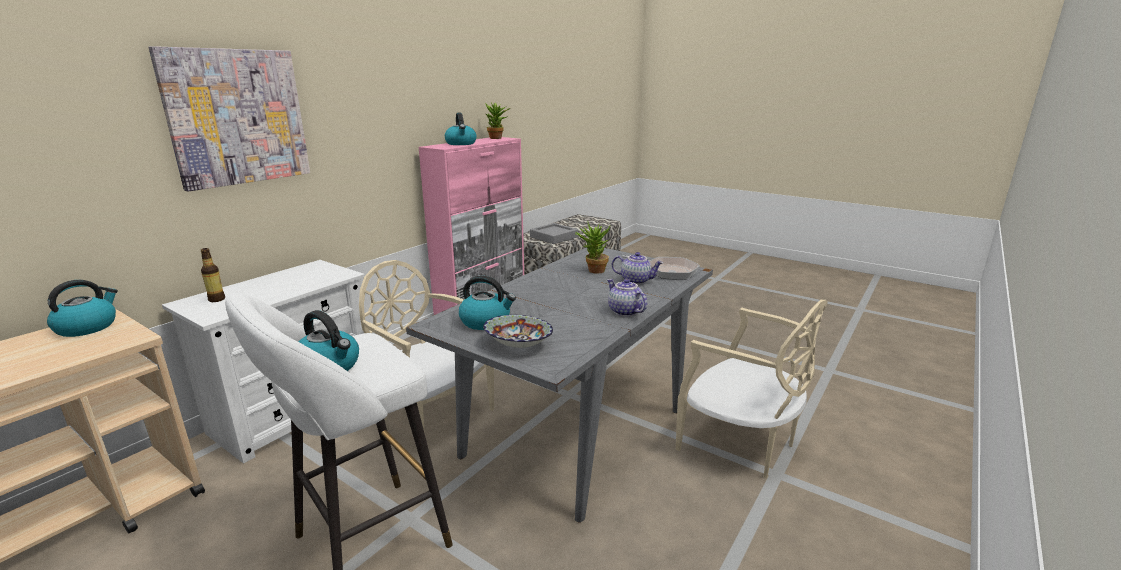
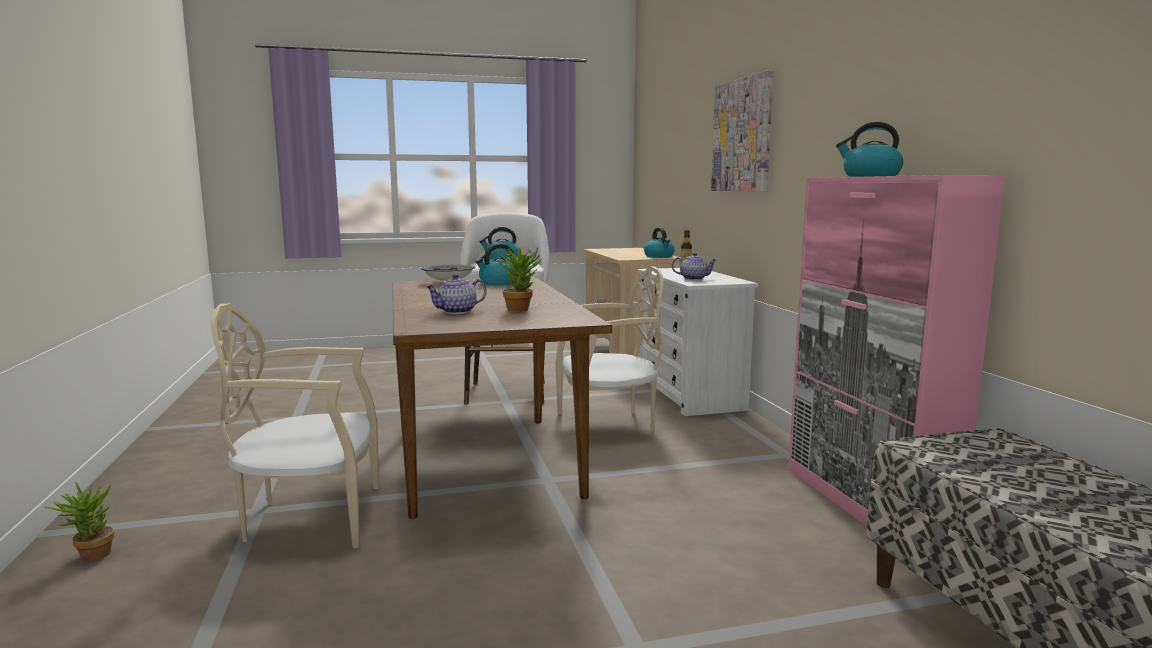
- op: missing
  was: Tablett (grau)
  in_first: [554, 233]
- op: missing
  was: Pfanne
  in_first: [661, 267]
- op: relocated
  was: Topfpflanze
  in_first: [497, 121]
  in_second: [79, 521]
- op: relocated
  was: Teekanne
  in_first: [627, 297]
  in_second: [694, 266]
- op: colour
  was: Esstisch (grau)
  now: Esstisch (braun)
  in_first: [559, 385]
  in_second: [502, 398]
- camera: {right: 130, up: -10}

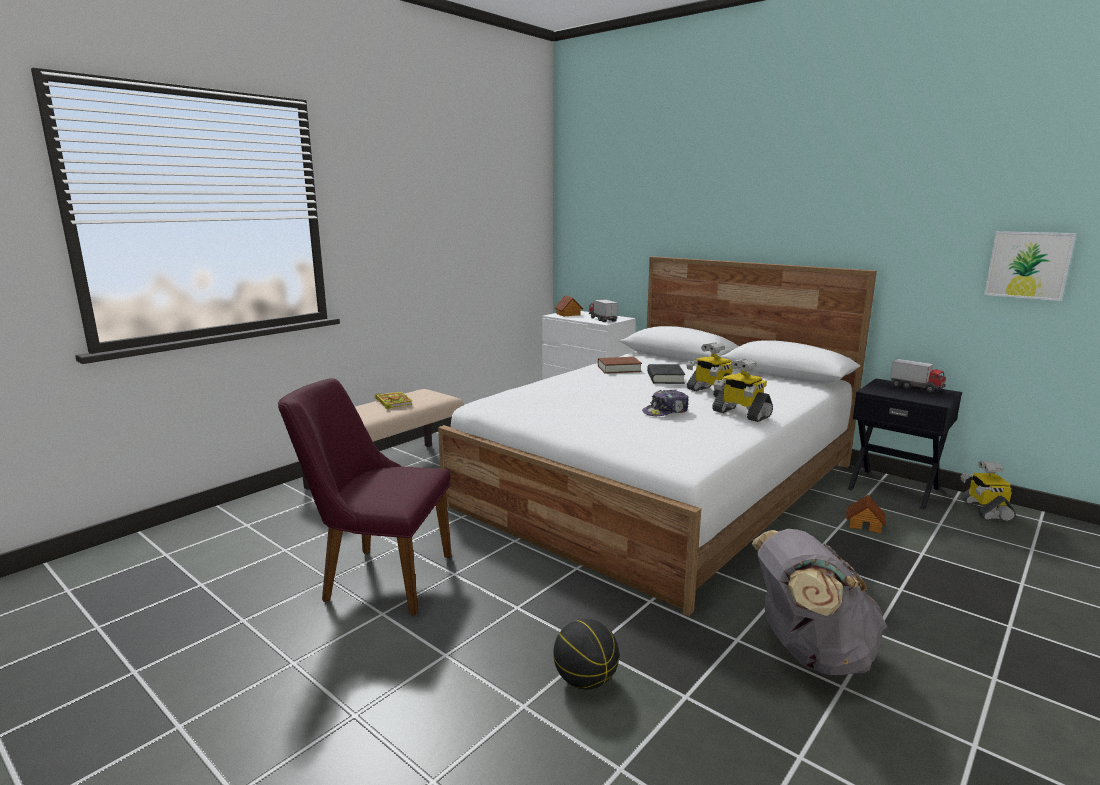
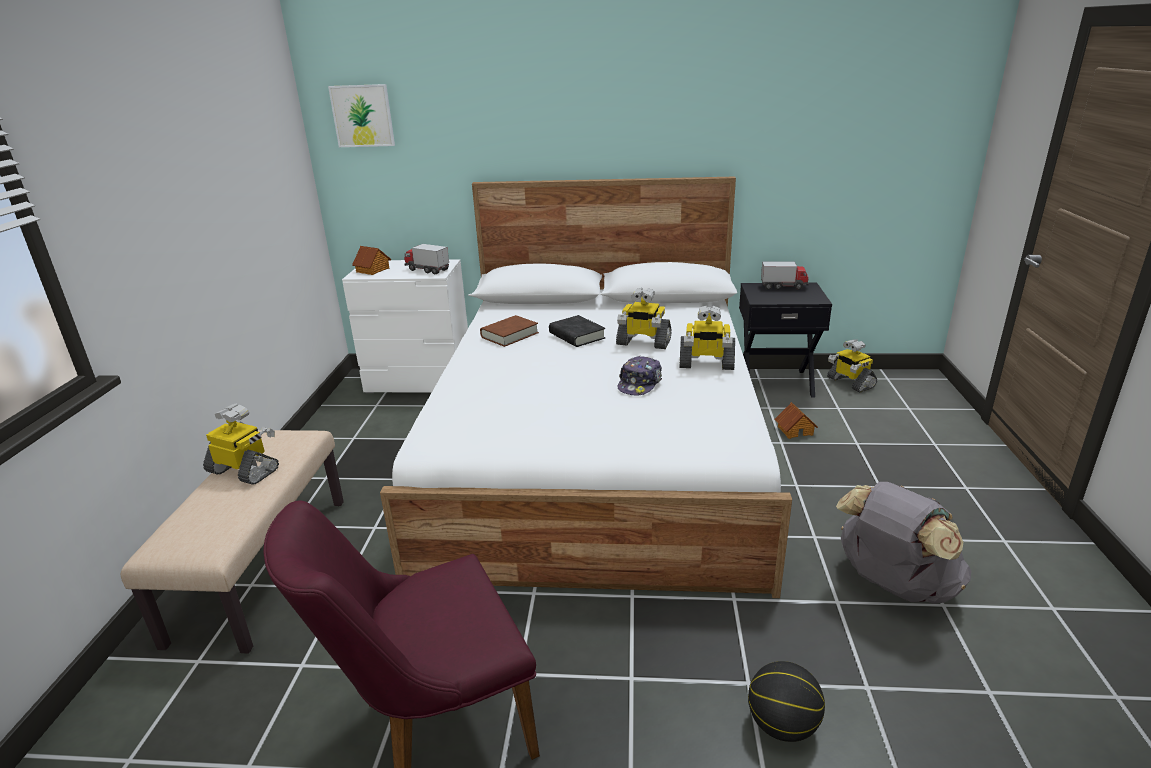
- op: relocated
  was: Bild
  in_first: [1030, 266]
  in_second: [361, 115]
- op: exchanged
  was: Buch
  now: Spielzeugroboter
  in_first: [394, 400]
  in_second: [241, 444]
- camera: {right: -35, up: 10}

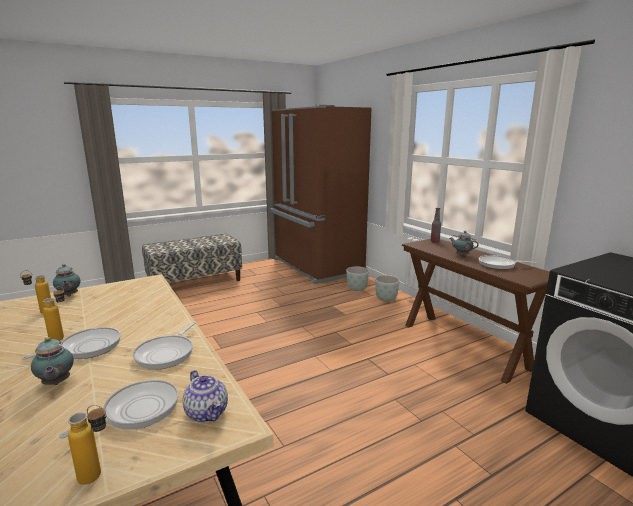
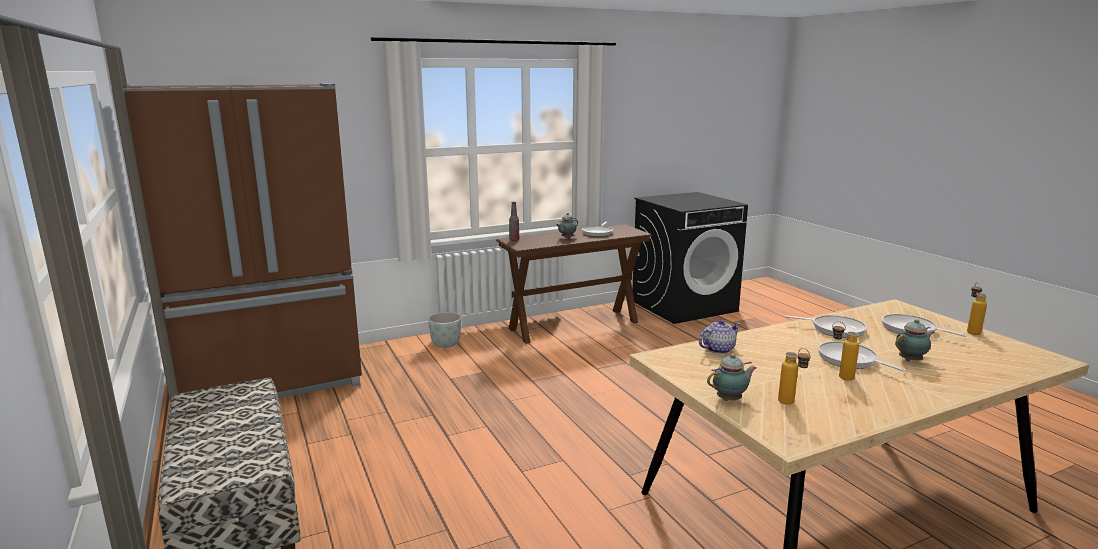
- op: missing
  was: Pflanzkübel (grau)
  in_first: [357, 279]
- op: relocated
  was: Teekanne
  in_first: [205, 396]
  in_second: [720, 337]
- camera: {right: -85, up: 0}

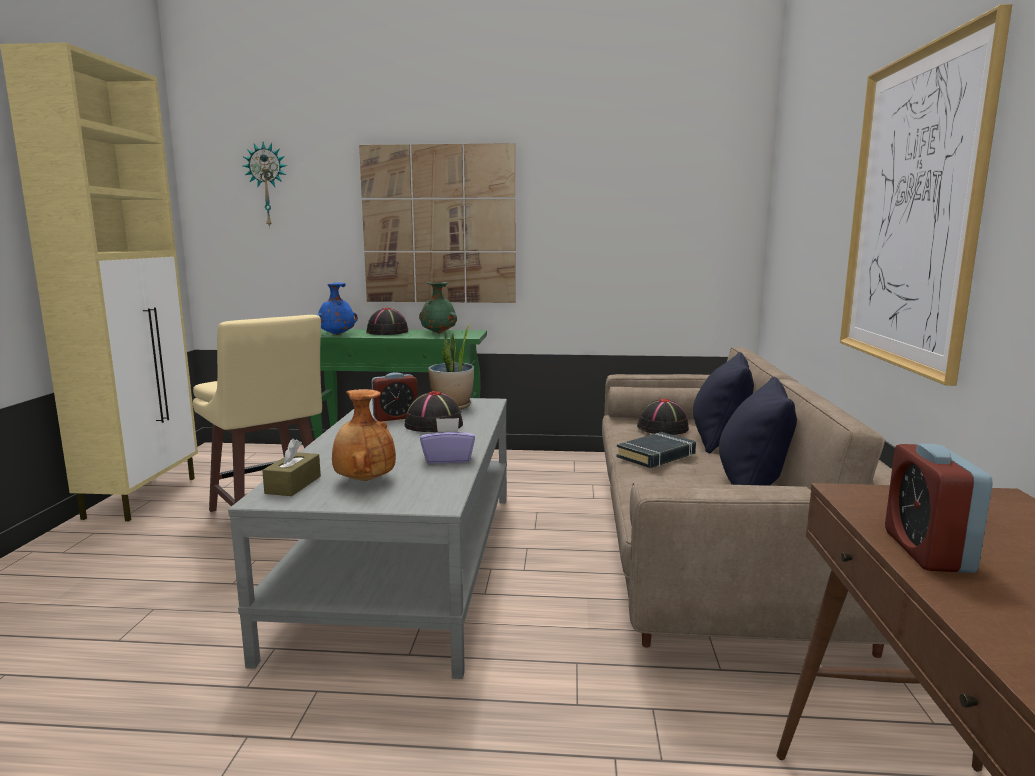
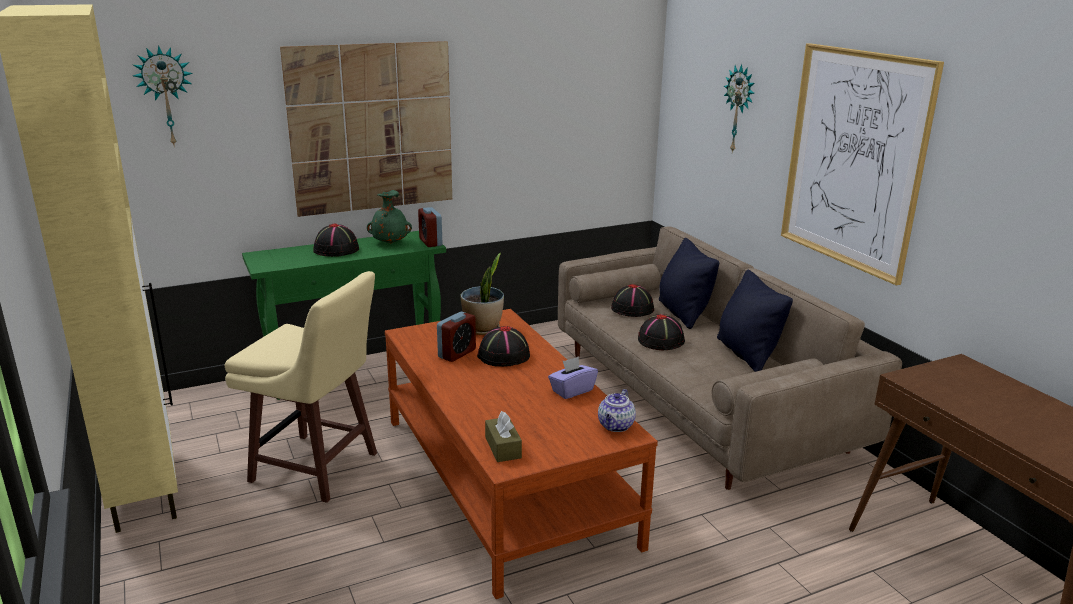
- op: missing
  was: Vase (blau)
  in_first: [338, 308]
- op: missing
  was: Vase (braun)
  in_first: [364, 435]
- op: appeared
  now: Teekanne
  in_second: [617, 410]
- op: appeared
  now: Wanduhr
  in_second: [739, 108]
- op: relocated
  was: Wecker
  in_first: [939, 508]
  in_second: [430, 227]
- op: exchanged
  was: Buch (schwarz)
  now: Hut (schwarz)
  in_first: [656, 450]
  in_second: [661, 332]
- op: colour
  was: Couchtisch (grau)
  now: Couchtisch (braun)
  in_first: [367, 538]
  in_second: [521, 454]
- camera: {right: -30, up: 10}

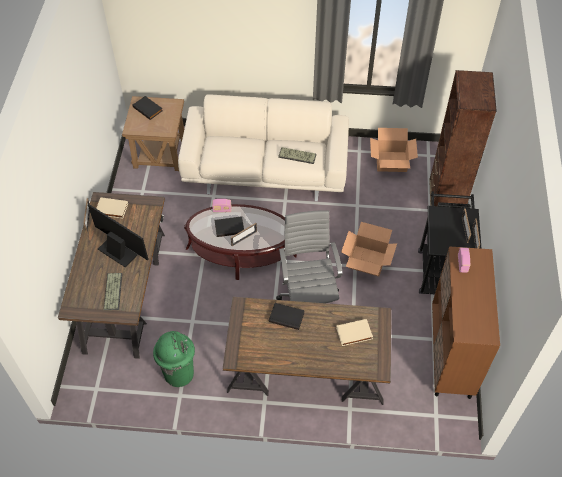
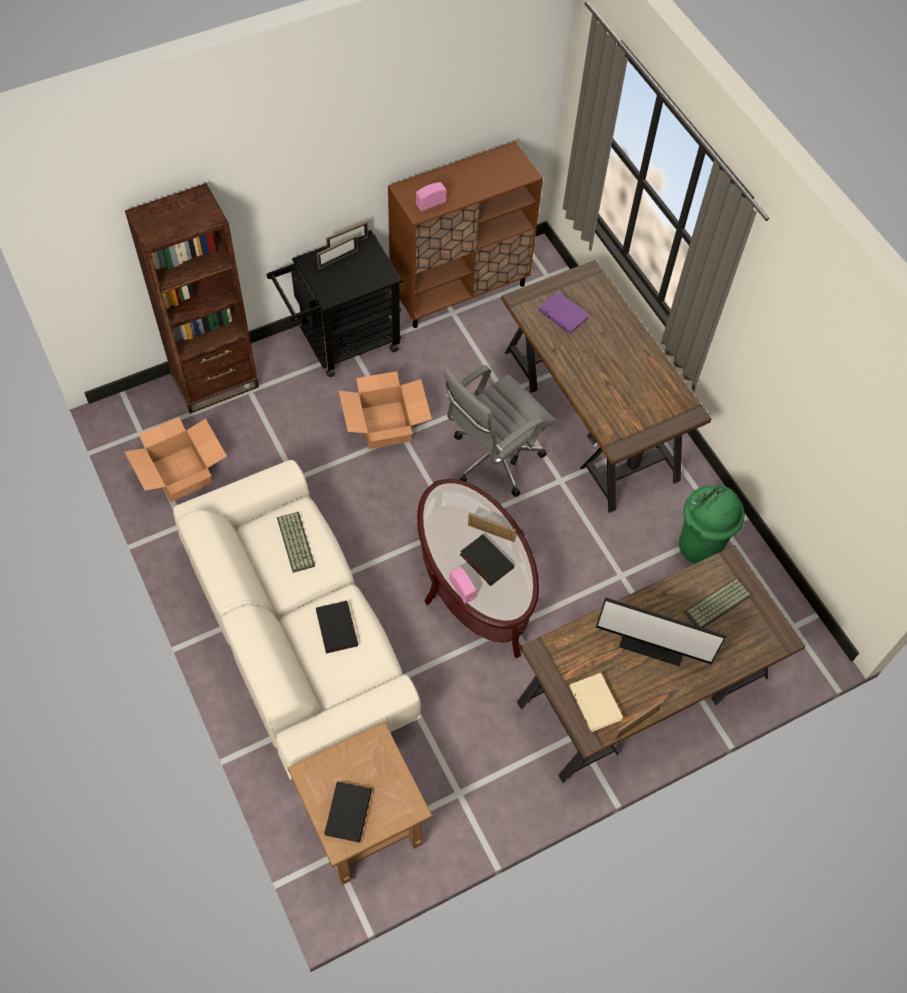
- op: relocated
  was: Buch (schwarz)
  in_first: [287, 316]
  in_second: [337, 627]
- op: colour
  was: Buch (beige)
  now: Buch (lila)
  in_first: [354, 332]
  in_second: [564, 313]
- op: spun
  was: Monitor
  in_first: [118, 235]
  in_second: [661, 631]
  clockwise: -75
- camera: {right: -125, up: 5}

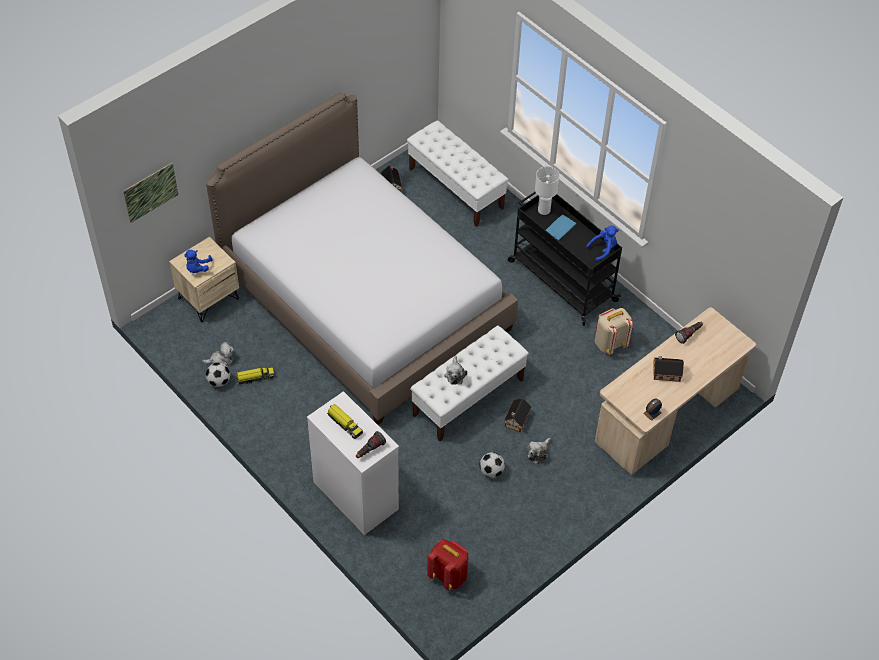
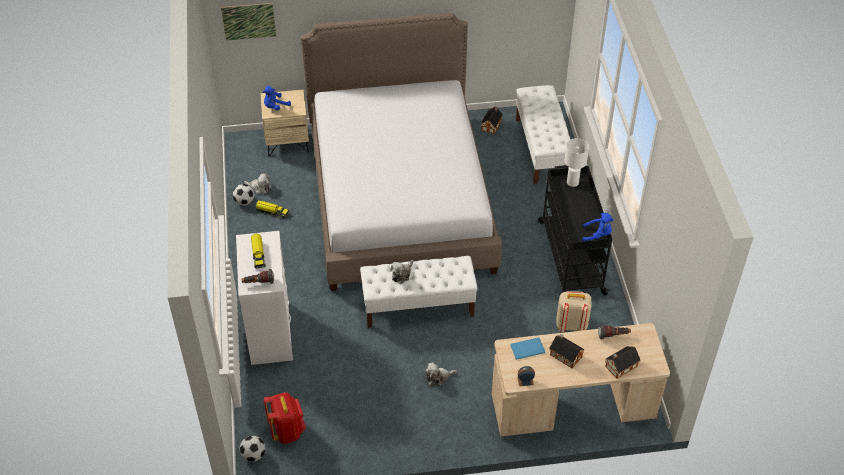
- op: relocated
  was: Fußball
  in_first: [492, 465]
  in_second: [252, 449]
- op: relocated
  was: Spielzeughaus
  in_first: [518, 415]
  in_second: [622, 362]
- op: relocated
  was: Buch (blau)
  in_first: [561, 227]
  in_second: [527, 348]
- camera: {right: 35, up: -5}

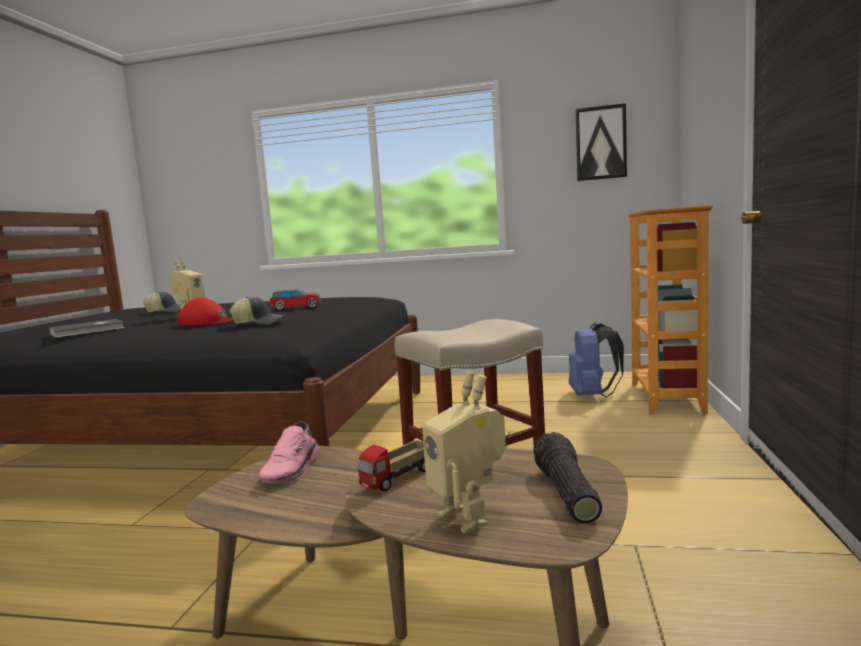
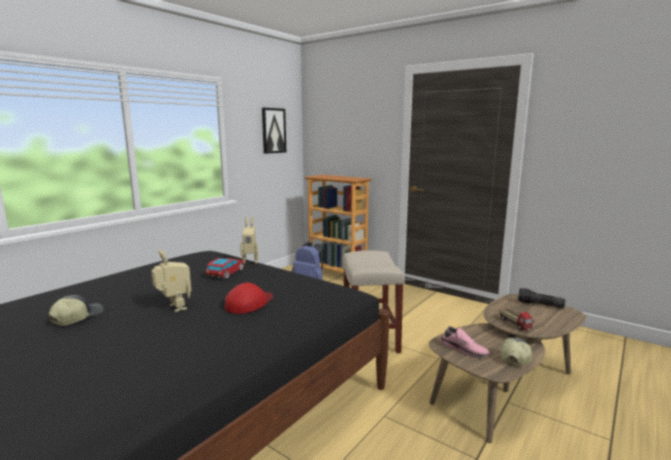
- op: missing
  was: Buch (grau)
  in_first: [87, 328]
- op: relocated
  was: Kappe
  in_first: [258, 310]
  in_second: [516, 352]
- op: relocated
  was: Spielzeugroboter
  in_first: [464, 453]
  in_second: [249, 240]
- camera: {right: -65, up: 5}

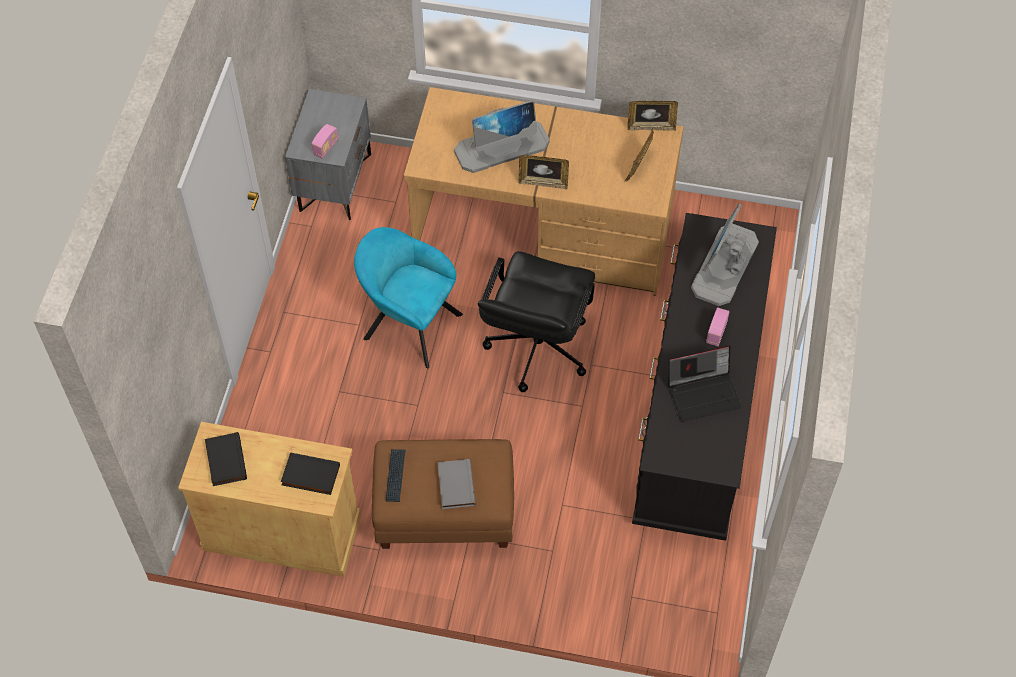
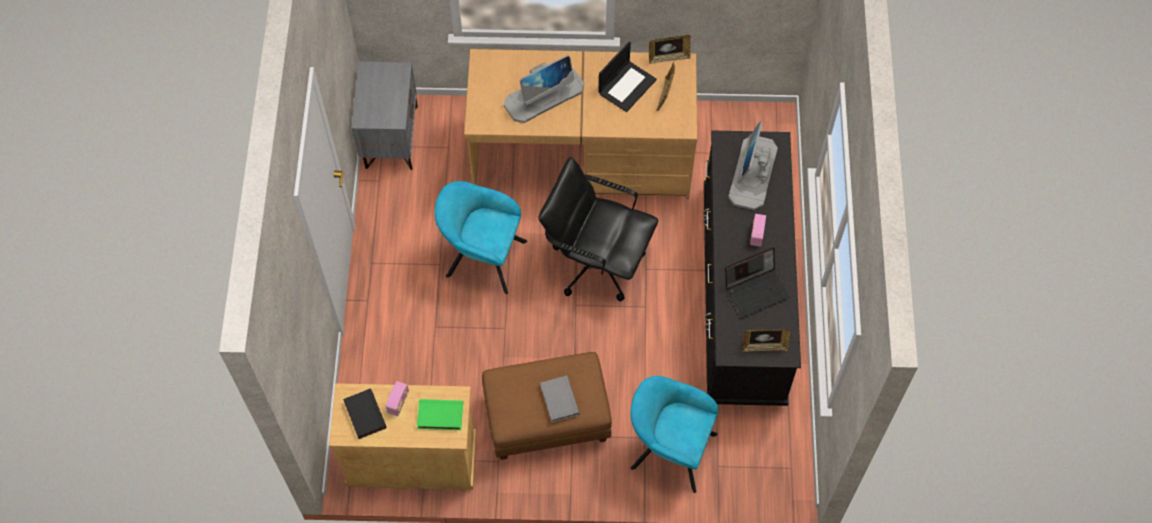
- op: missing
  was: Tastatur
  in_first: [396, 475]
- op: appeared
  now: Laptop
  in_second: [628, 76]
- op: appeared
  now: Sessel (türkis)
  in_second: [674, 434]
- op: relocated
  was: Radio
  in_first: [324, 141]
  in_second: [397, 398]
- op: relocated
  was: Bilderrahmen
  in_first: [543, 172]
  in_second: [766, 340]
- op: colour
  was: Buch (schwarz)
  now: Buch (grün)
  in_first: [310, 473]
  in_second: [440, 414]
- op: spun
  was: Bürostuhl (schwarz)
  in_first: [536, 321]
  in_second: [598, 229]
  clockwise: 105
- camera: {right: -10, up: 5}

